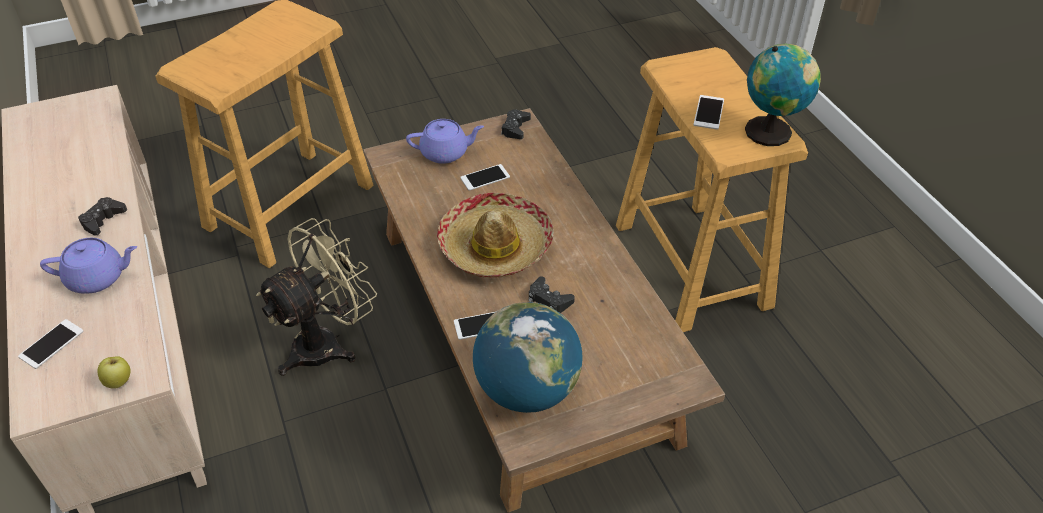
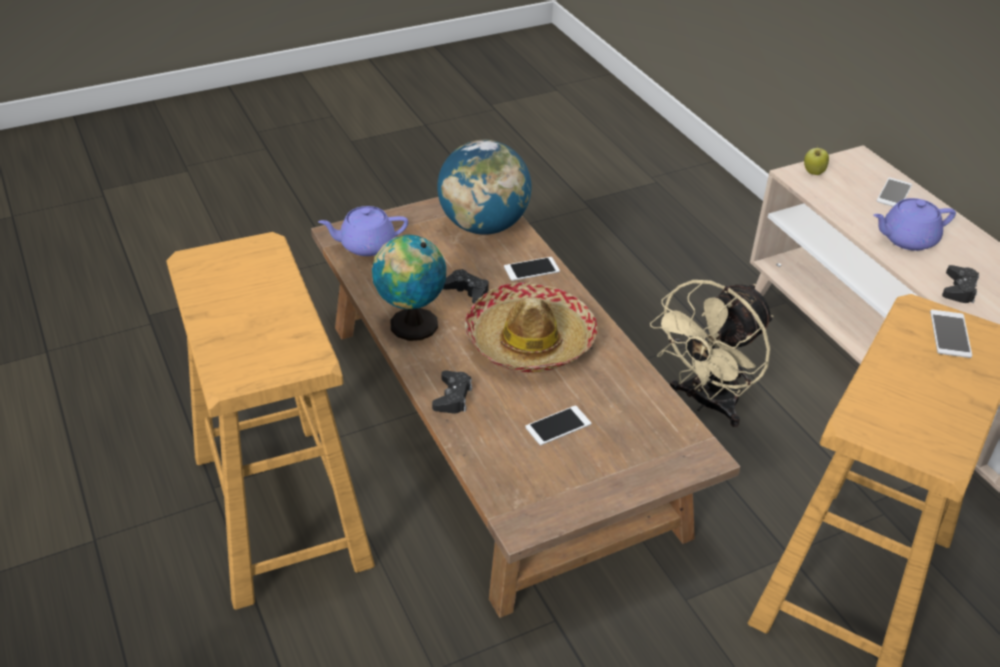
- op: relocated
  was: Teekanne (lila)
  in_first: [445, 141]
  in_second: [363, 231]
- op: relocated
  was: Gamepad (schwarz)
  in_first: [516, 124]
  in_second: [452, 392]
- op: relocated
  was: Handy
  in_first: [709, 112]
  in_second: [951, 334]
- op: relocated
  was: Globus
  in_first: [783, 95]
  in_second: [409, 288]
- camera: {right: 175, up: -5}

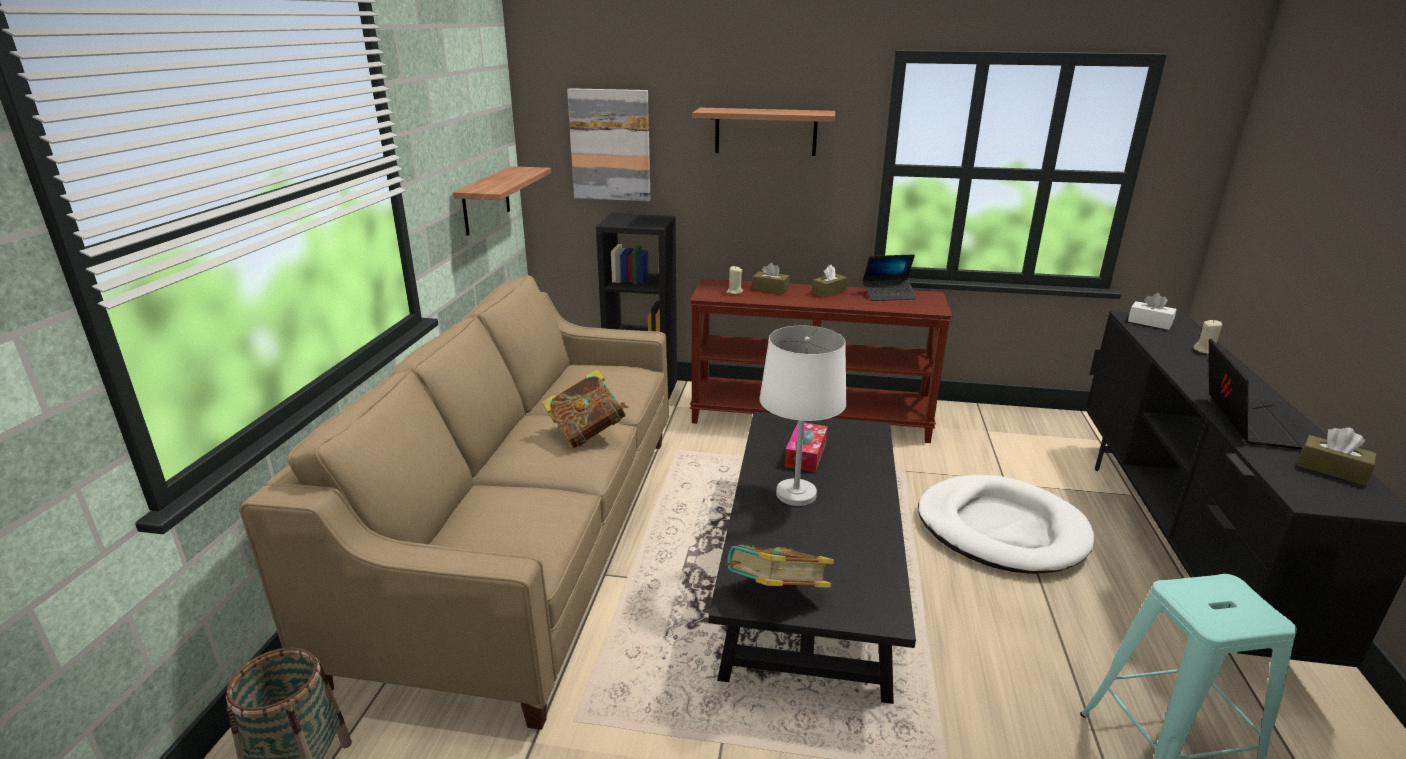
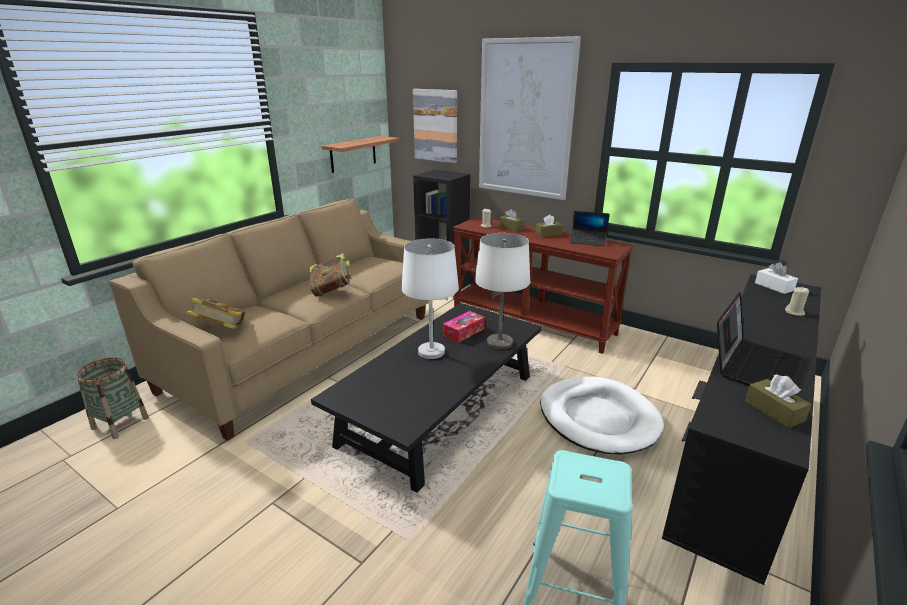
- op: appeared
  now: Tischlampe (weiß)
  in_second: [502, 291]
- op: relocated
  was: Buch
  in_first: [779, 566]
  in_second: [215, 313]
- op: exchanged
  was: Wandregal
  now: Bild
  in_first: [763, 132]
  in_second: [530, 118]
- camera: {right: 25, up: 0}

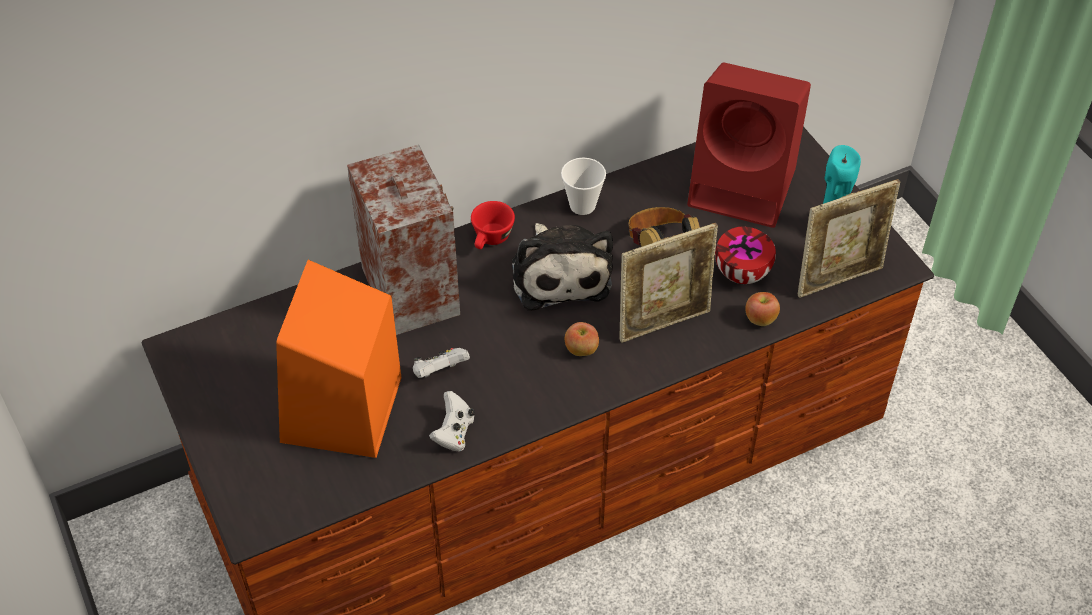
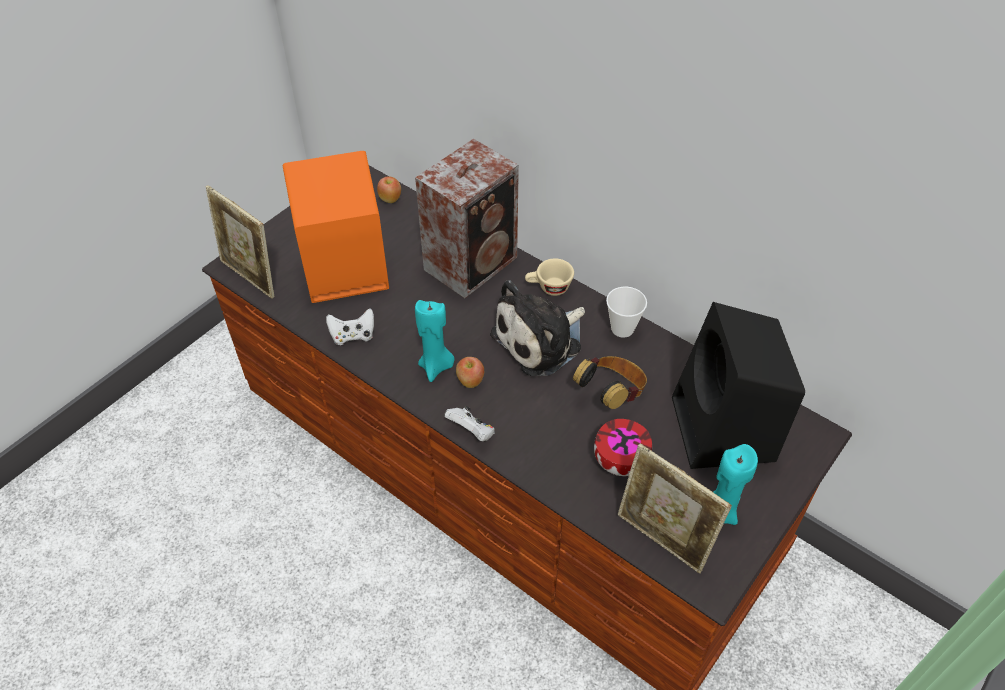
- op: appeared
  now: Kerze (türkis)
  in_second: [435, 341]
- op: relocated
  was: Gamepad (weiß)
  in_first: [441, 363]
  in_second: [469, 423]
- op: relocated
  was: Bilderrahmen
  in_first: [668, 283]
  in_second: [240, 242]
- op: relocated
  was: Apfel
  in_first: [762, 309]
  in_second: [389, 190]
- op: colour
  was: Tasse (rot)
  now: Tasse (beige)
  in_first: [493, 225]
  in_second: [549, 277]
- op: colour
  was: Lautsprecher (rot)
  now: Lautsprecher (schwarz)
  in_first: [749, 145]
  in_second: [738, 385]
- camera: {right: 65, up: 0}

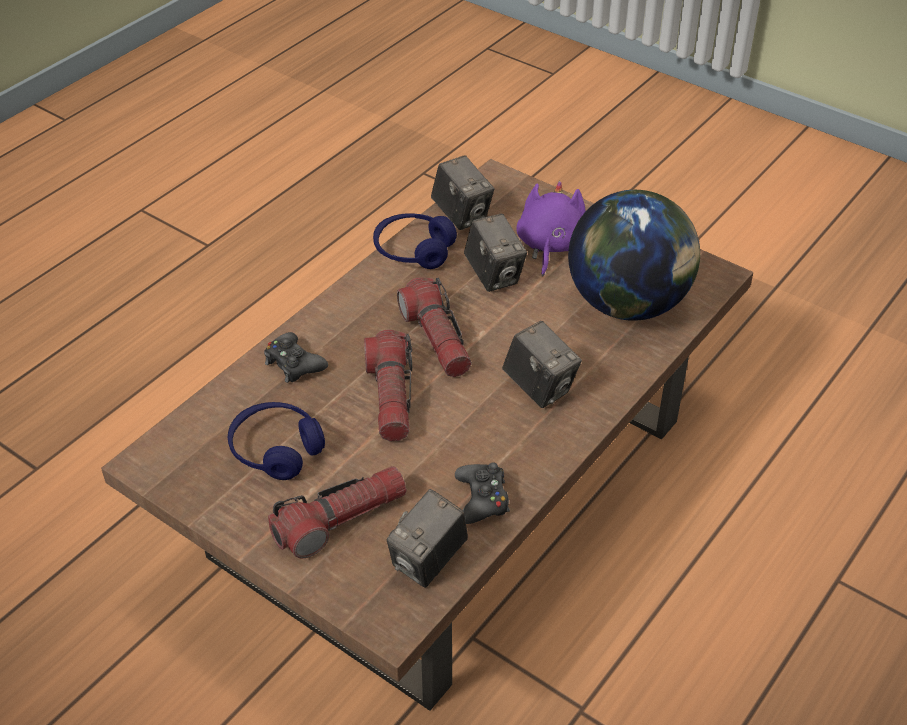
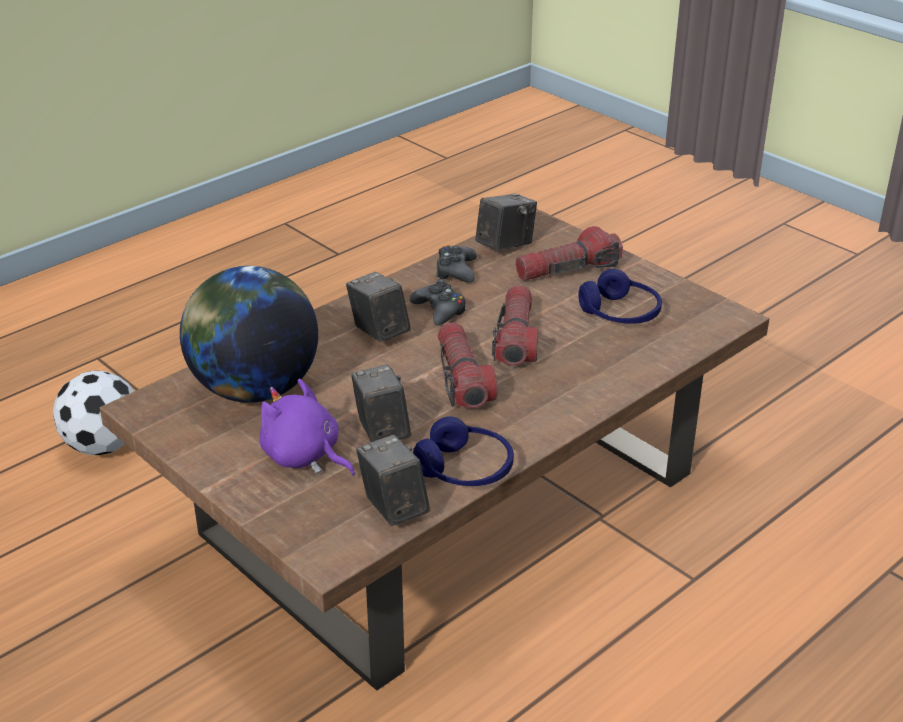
- op: appeared
  now: Fußball
  in_second: [93, 413]
- op: relocated
  was: Gamepad (schwarz)
  in_first: [296, 357]
  in_second: [438, 302]
- op: spun
  was: Plüschtier (lila)
  in_first: [551, 228]
  in_second: [307, 427]
  clockwise: 105
- camera: {right: -170, up: -10}

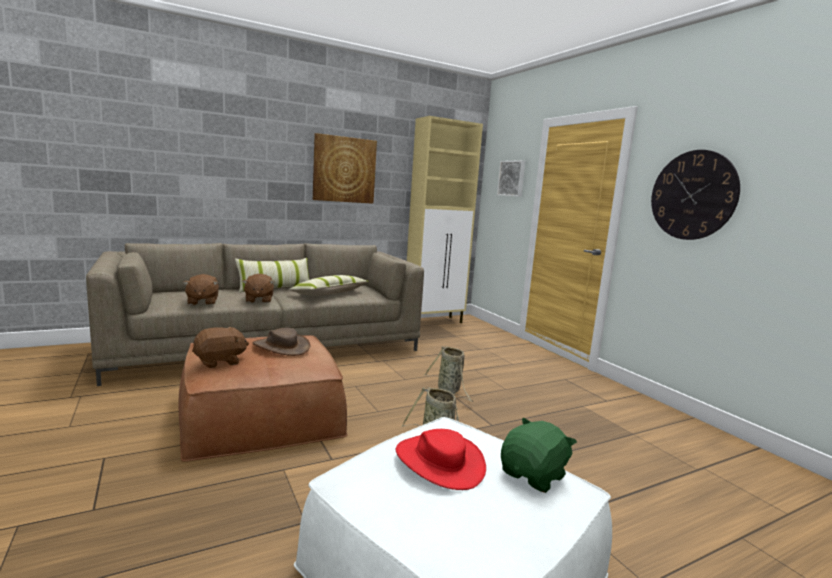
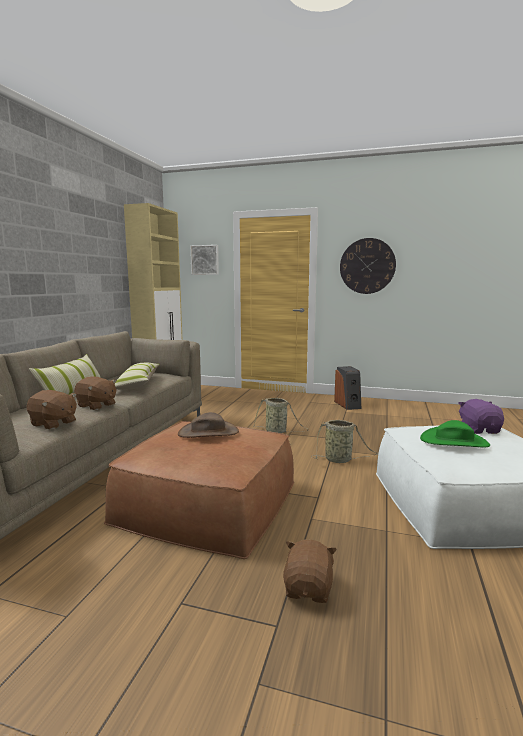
- op: missing
  was: Bild
  in_first: [345, 168]
- op: appeared
  now: Lautsprecher
  in_second: [347, 388]
- op: relocated
  was: Plüschtier (braun)
  in_first: [220, 347]
  in_second: [310, 571]
- op: colour
  was: Hut (rot)
  now: Hut (grün)
  in_first: [441, 459]
  in_second: [455, 434]
- op: colour
  was: Plüschtier (grün)
  now: Plüschtier (lila)
  in_first: [539, 455]
  in_second: [481, 416]
- camera: {right: -45, up: 0}

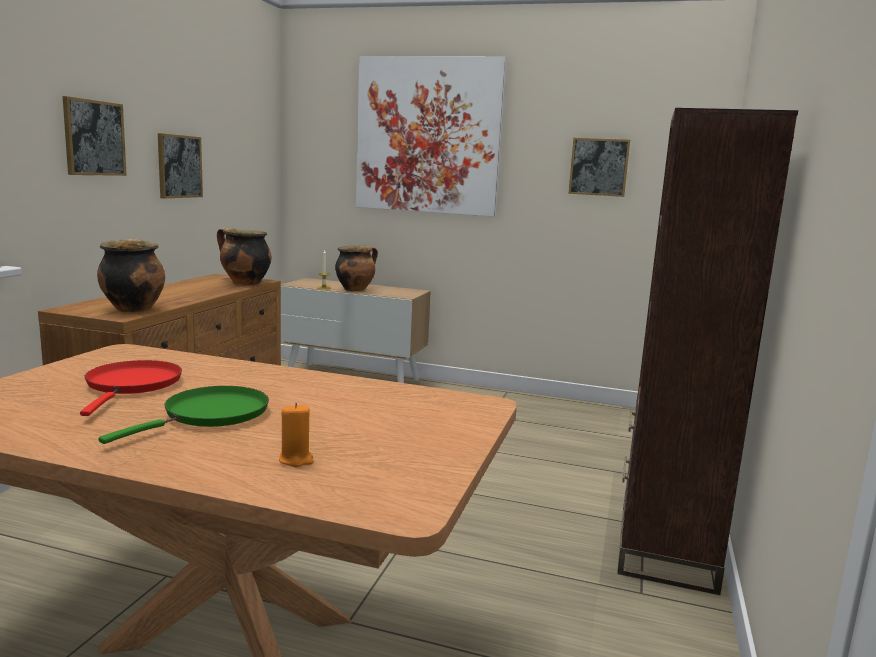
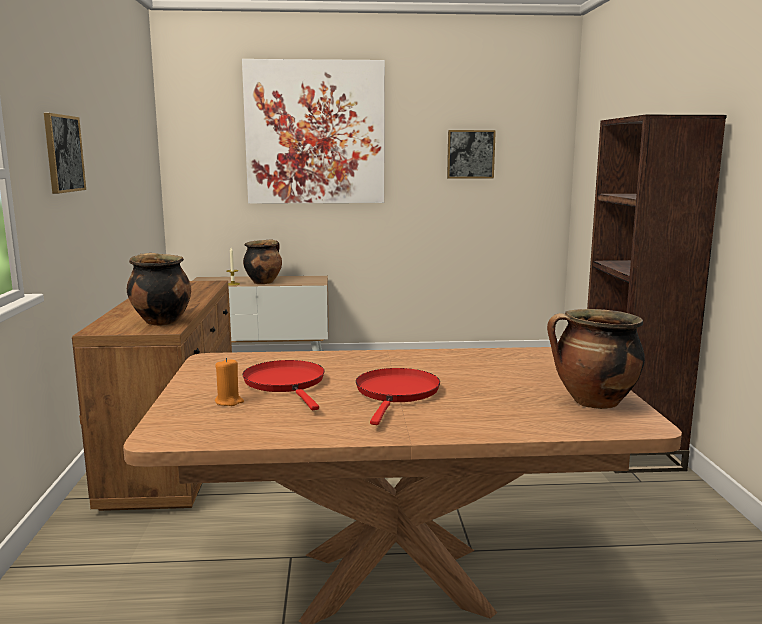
- op: missing
  was: Bild
  in_first: [180, 165]
- op: relocated
  was: Kochtopf
  in_first: [244, 256]
  in_second: [596, 359]
- op: relocated
  was: Kerze (orange)
  in_first: [296, 435]
  in_second: [229, 382]
- op: colour
  was: Pfanne (grün)
  now: Pfanne (rot)
  in_first: [184, 415]
  in_second: [398, 396]
- camera: {right: -20, up: 0}

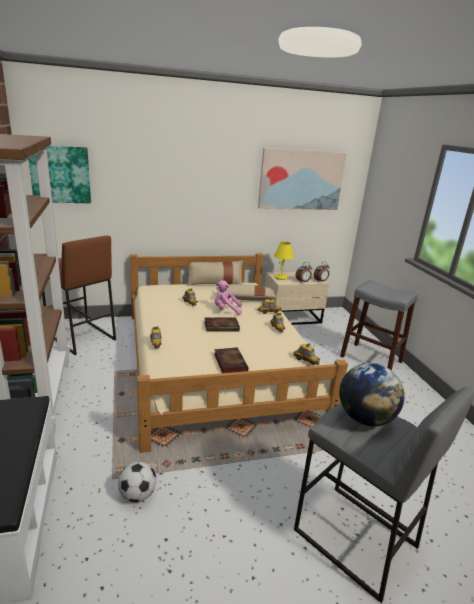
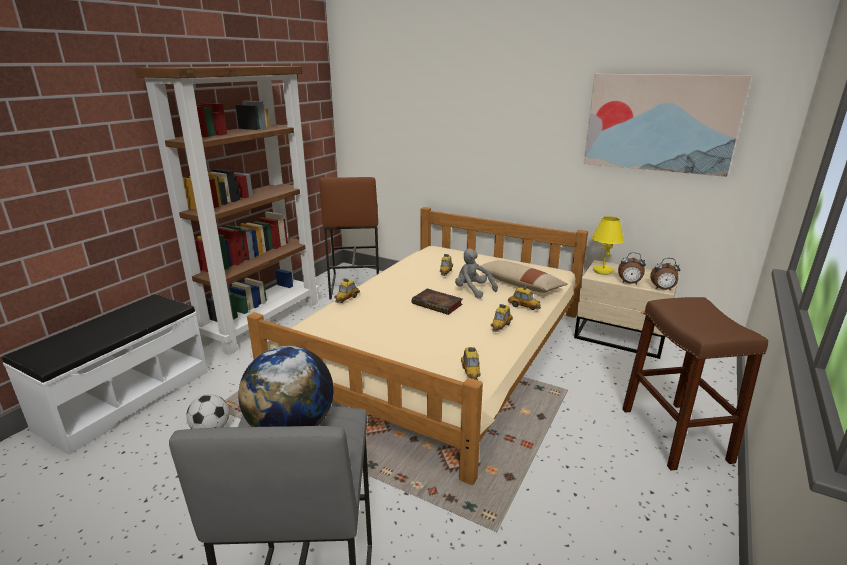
- op: missing
  was: Bild
  in_first: [60, 174]
- op: missing
  was: Kissen (beige)
  in_first: [215, 273]
- op: missing
  was: Buch
  in_first: [231, 360]
- op: colour
  was: Plüschtier (rosa)
  now: Plüschtier (grau)
  in_first: [228, 297]
  in_second: [476, 274]
- op: colour
  was: Hocker (grau)
  now: Hocker (braun)
  in_first: [379, 325]
  in_second: [695, 383]
- camera: {right: 45, up: 0}

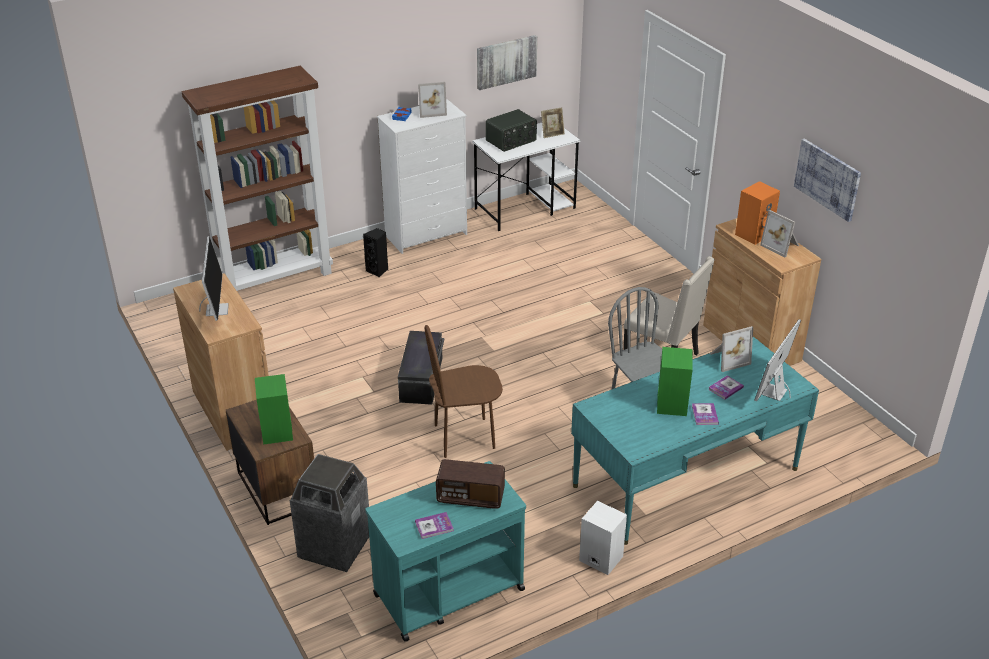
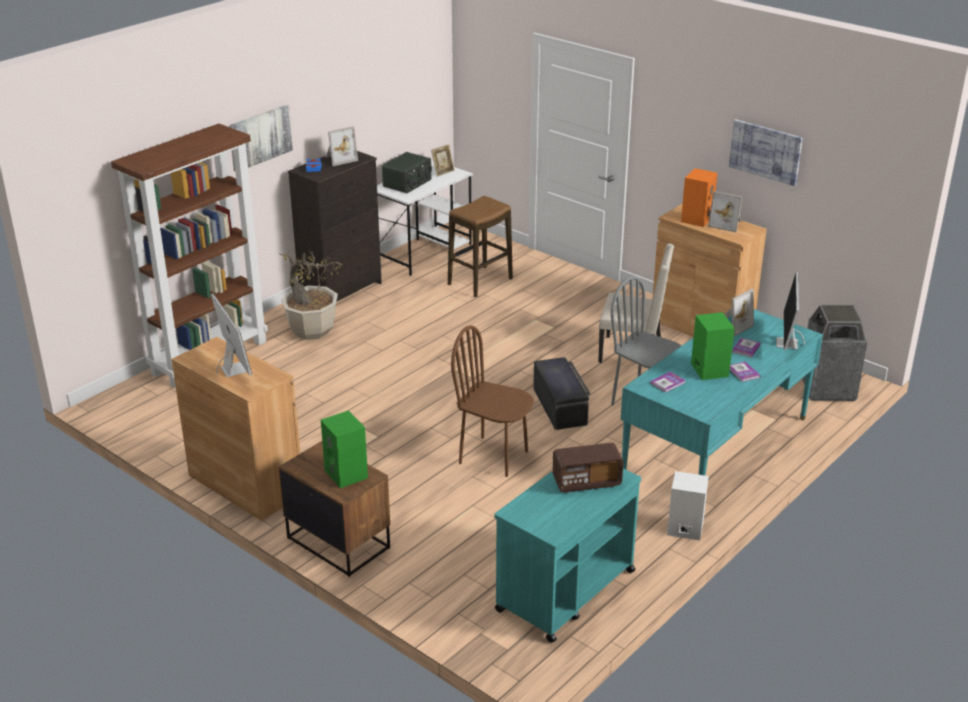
- op: appeared
  now: Hocker
  in_second: [480, 246]
- op: relocated
  was: Mülleimer
  in_first: [329, 513]
  in_second: [834, 353]
- op: relocated
  was: Aufbewahrungsbox (schwarz)
  in_first: [421, 368]
  in_second: [561, 393]
- op: relocated
  was: Buch
  in_first: [434, 525]
  in_second: [667, 382]
- op: relocated
  was: Bild
  in_first: [507, 62]
  in_second: [261, 138]
- op: exchanged
  was: Lautsprecher (schwarz)
  now: Topfpflanze
  in_first: [375, 252]
  in_second: [310, 295]
- op: colour
  was: Kommode (weiß)
  now: Kommode (schwarz)
  in_first: [422, 176]
  in_second: [335, 226]
- op: spun
  was: Stuhl (braun)
  in_first: [464, 391]
  in_second: [492, 401]
  clockwise: 60
- camera: {right: -20, up: -5}

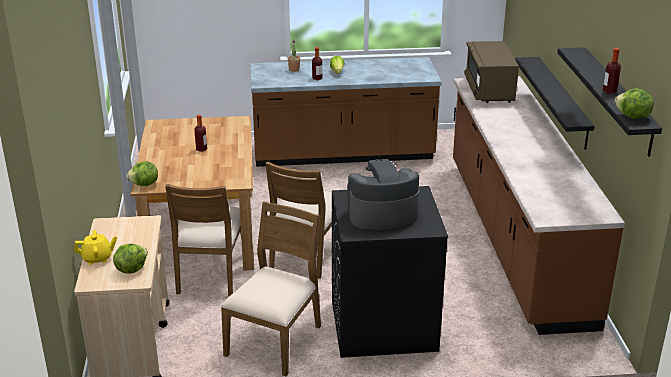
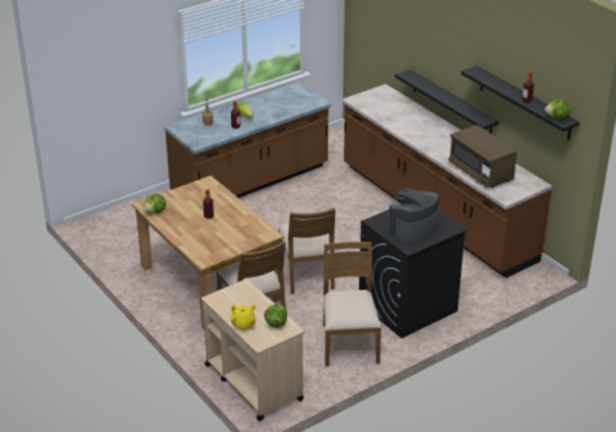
- op: relocated
  was: Salatkopf
  in_first: [142, 173]
  in_second: [154, 204]
- op: relocated
  was: Mikrowelle (braun)
  in_first: [491, 72]
  in_second: [482, 156]
- op: spun
  was: Teekanne (gelb)
  in_first: [95, 247]
  in_second: [243, 317]
  clockwise: 90
- camera: {right: -30, up: 5}

